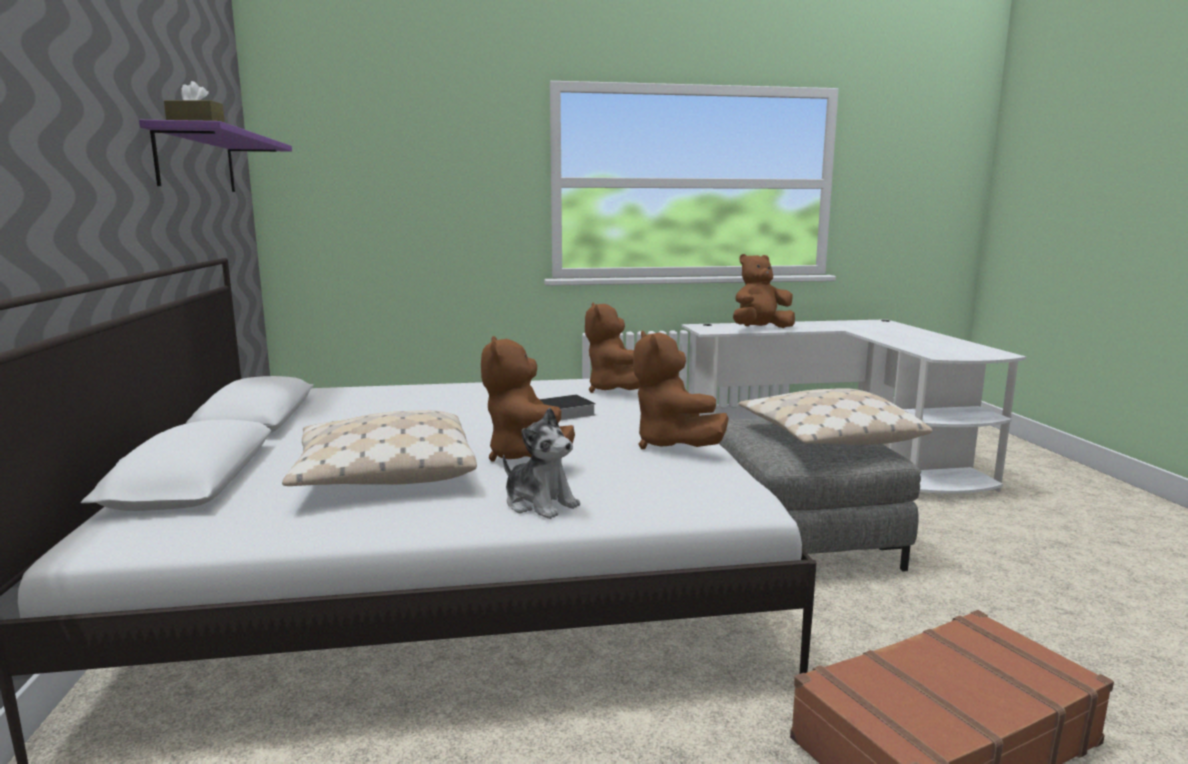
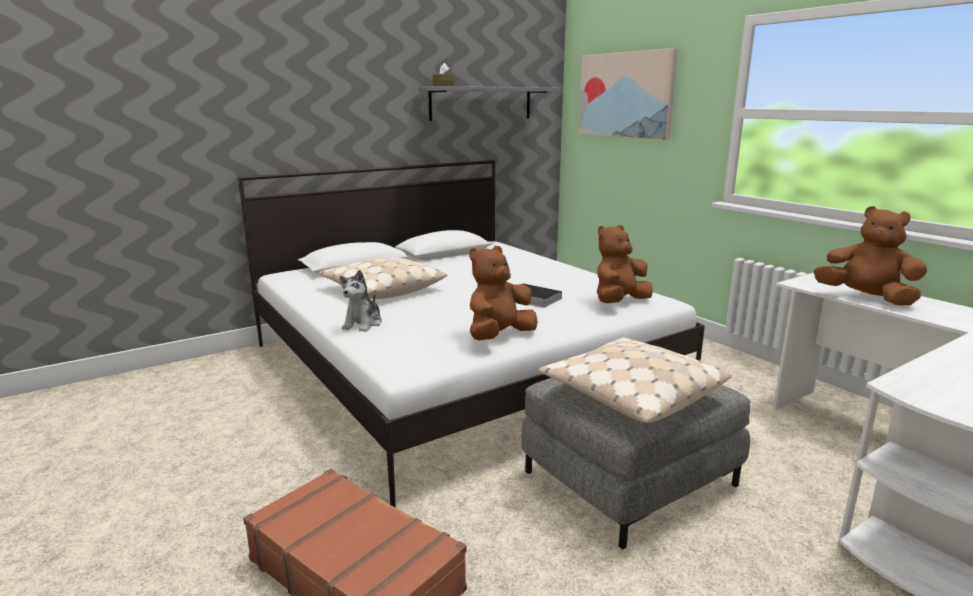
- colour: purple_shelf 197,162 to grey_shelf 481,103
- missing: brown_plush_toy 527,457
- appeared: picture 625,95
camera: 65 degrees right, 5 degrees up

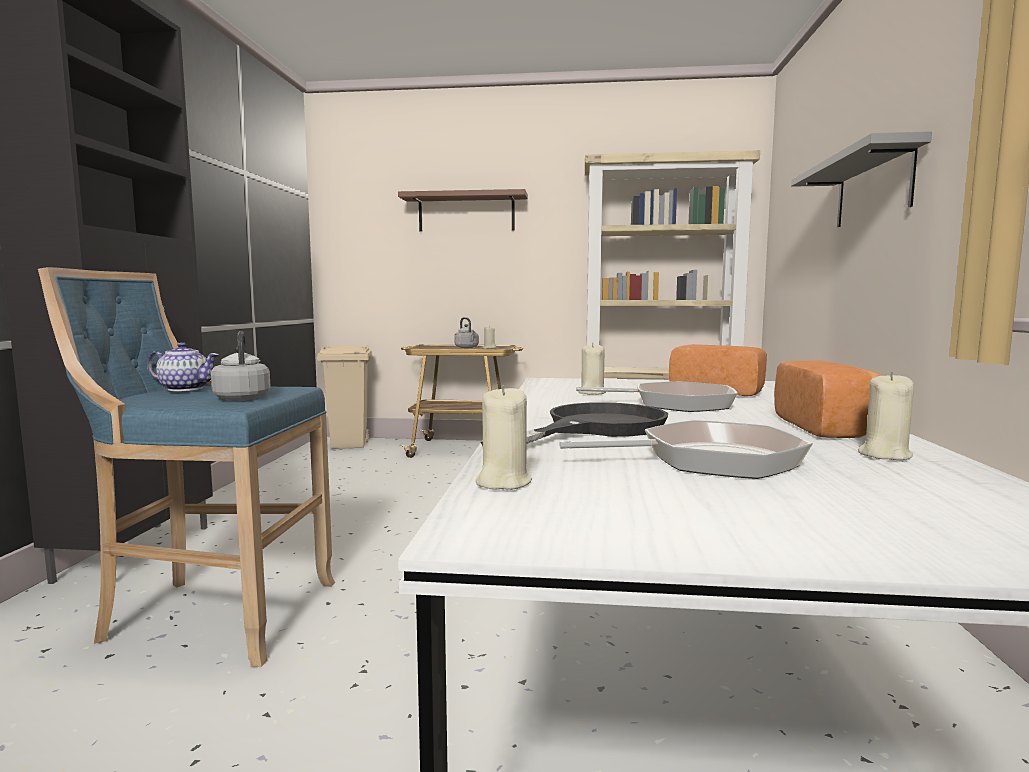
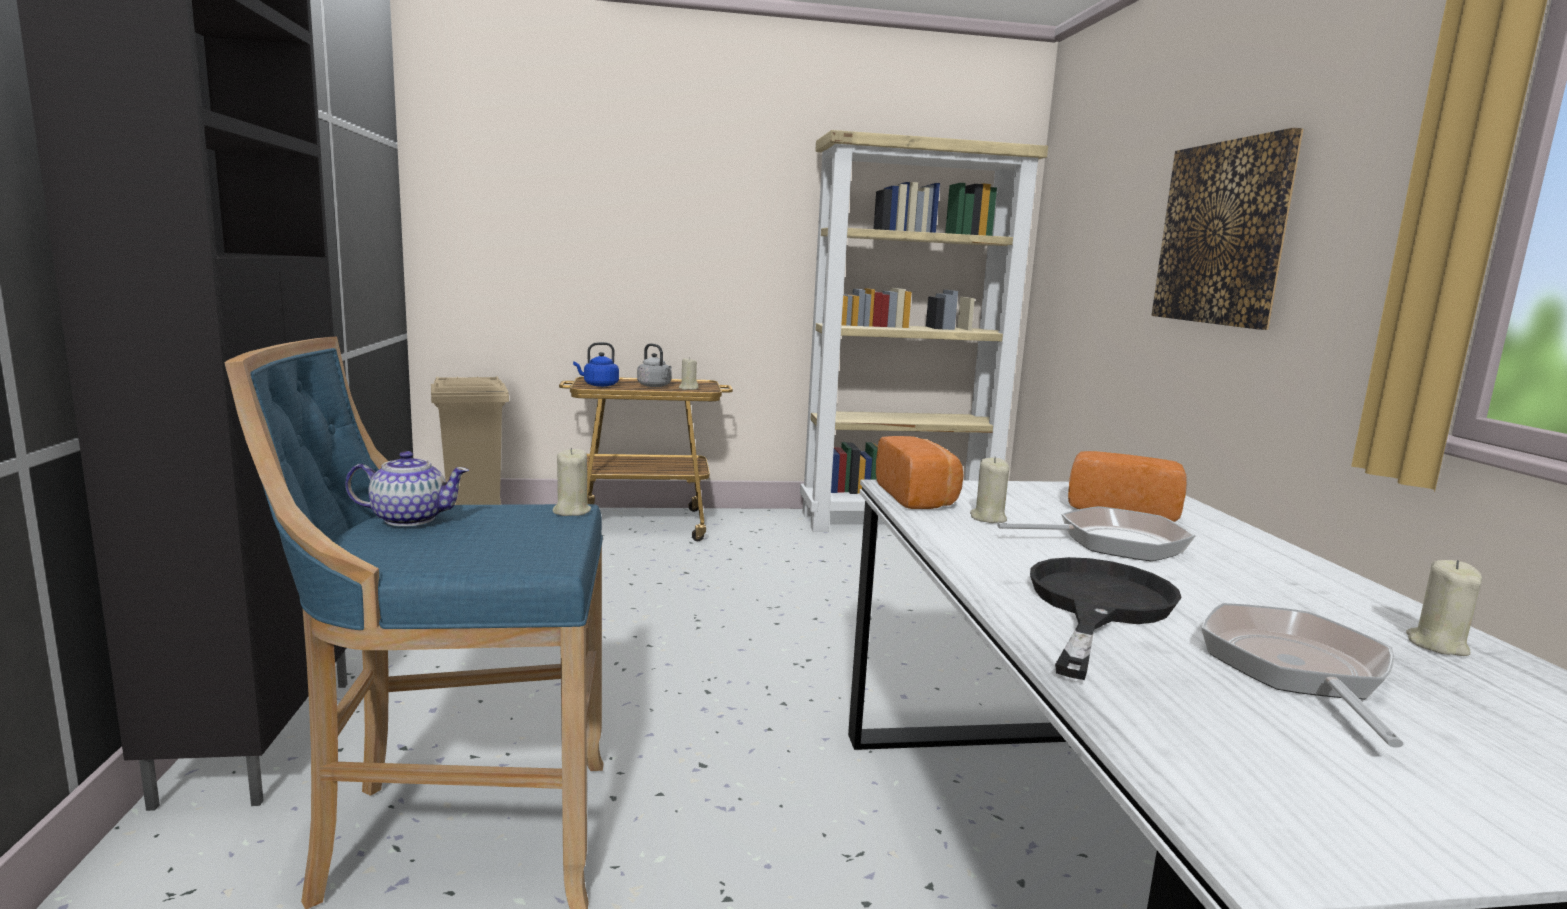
- missing: grey_kettle 242,398
- missing: brown_shelf 466,213
- relocated: beige_candle 503,482 to 571,511
- spun: frying_pan 709,460 = 1296,670 60 degrees counterclockwise
- relocated: bread 830,428 to 918,497
- exchanged: grey_shelf 873,188 to picture 1223,233
- appeared: blue_kettle 599,385
camera: 15 degrees left, 5 degrees up

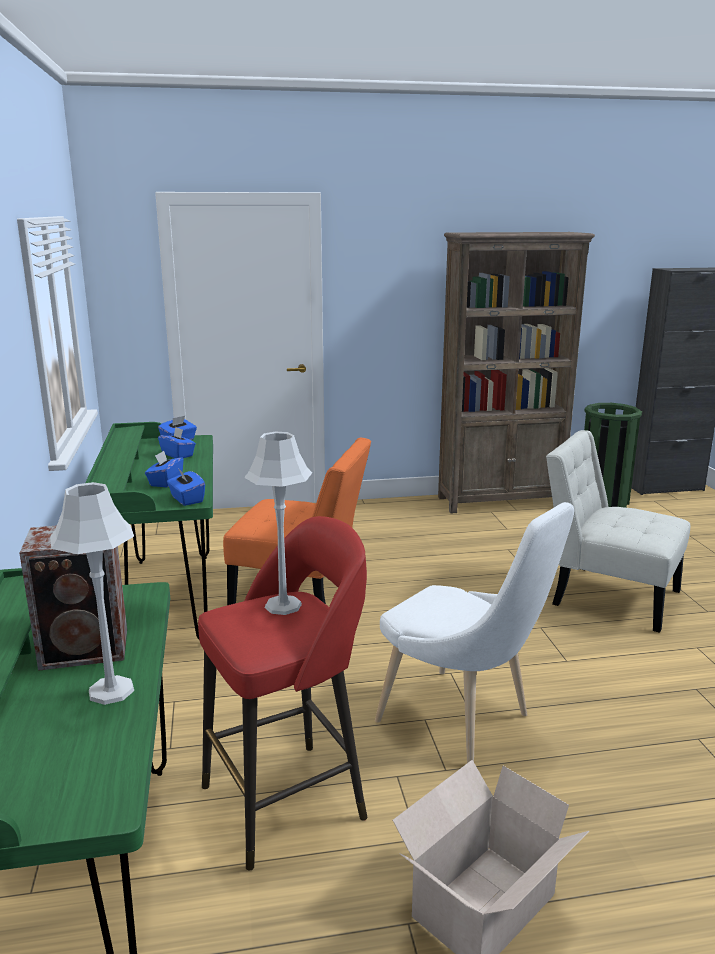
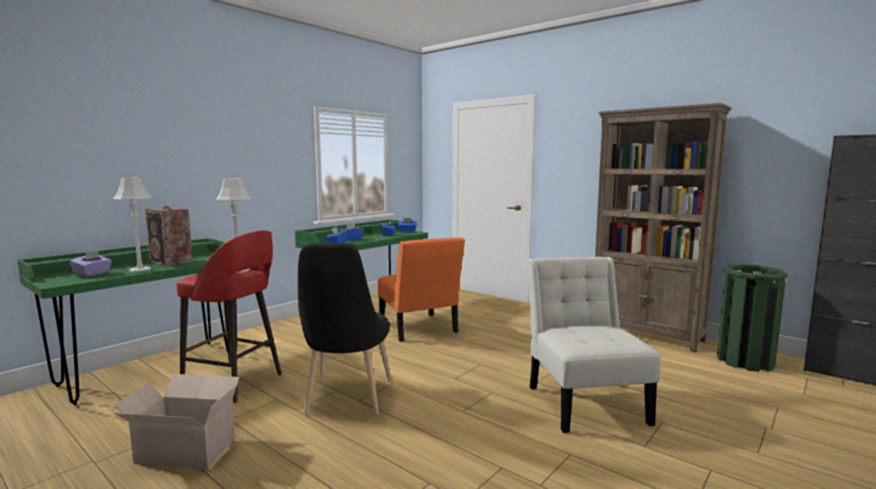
- colour: white_chair 462,722 to black_chair 347,400
- appeared: purple_tissue_box 93,274
camera: 50 degrees right, 10 degrees down

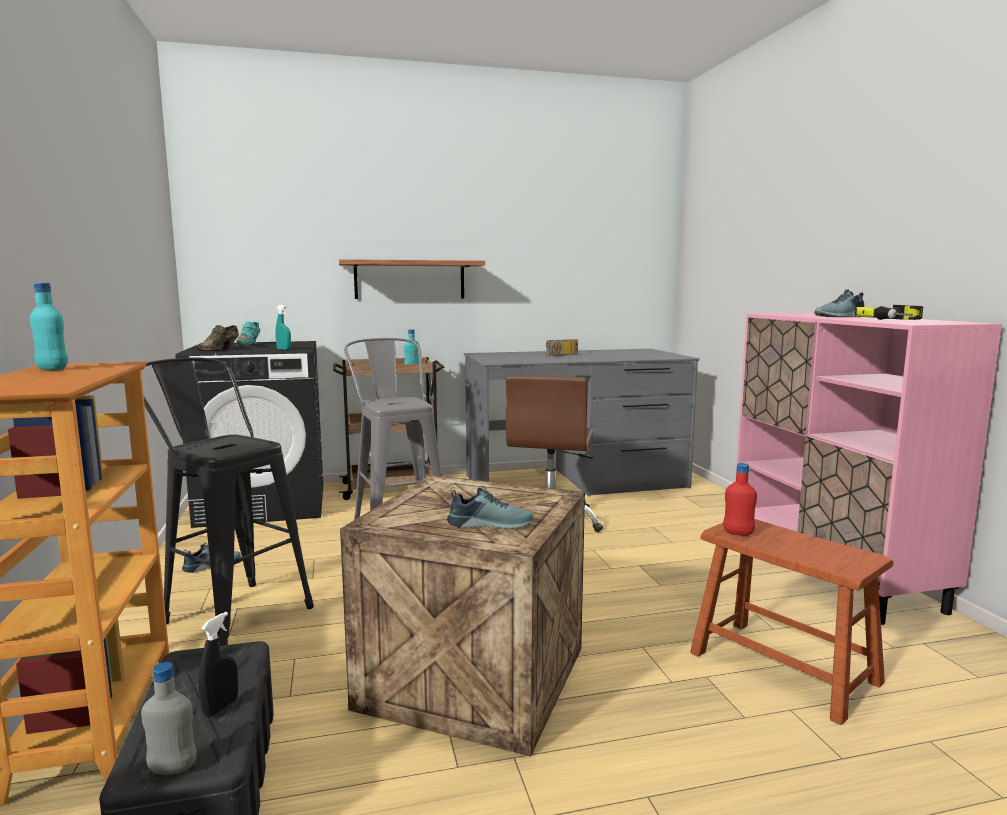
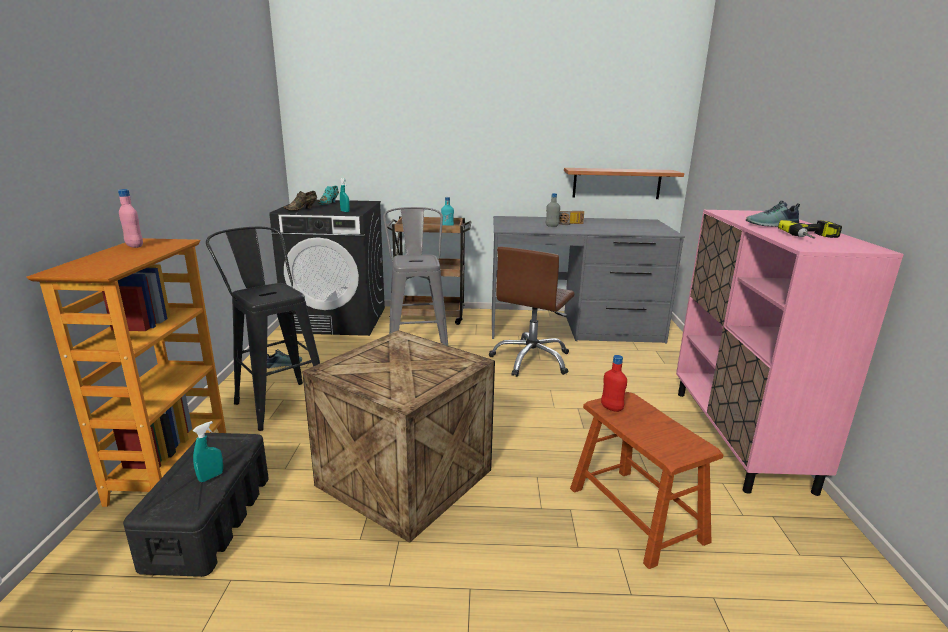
- colour: turquoise_bottle 52,369 to pink_bottle 134,246
- relocated: grey_bottle 172,769 to 552,226
- colour: black_spray_bottle 221,707 to turquoise_spray_bottle 211,477
- relocated: shelf 410,280 to 616,183
- missing: shoe 490,523
camera: 15 degrees right, 10 degrees up

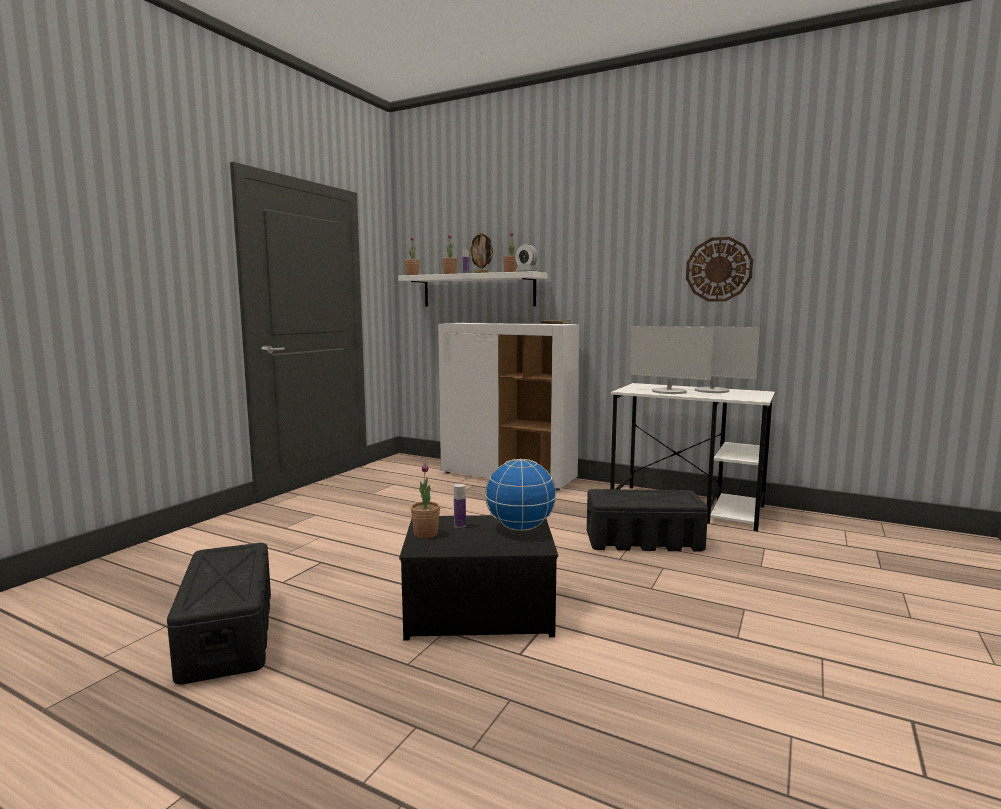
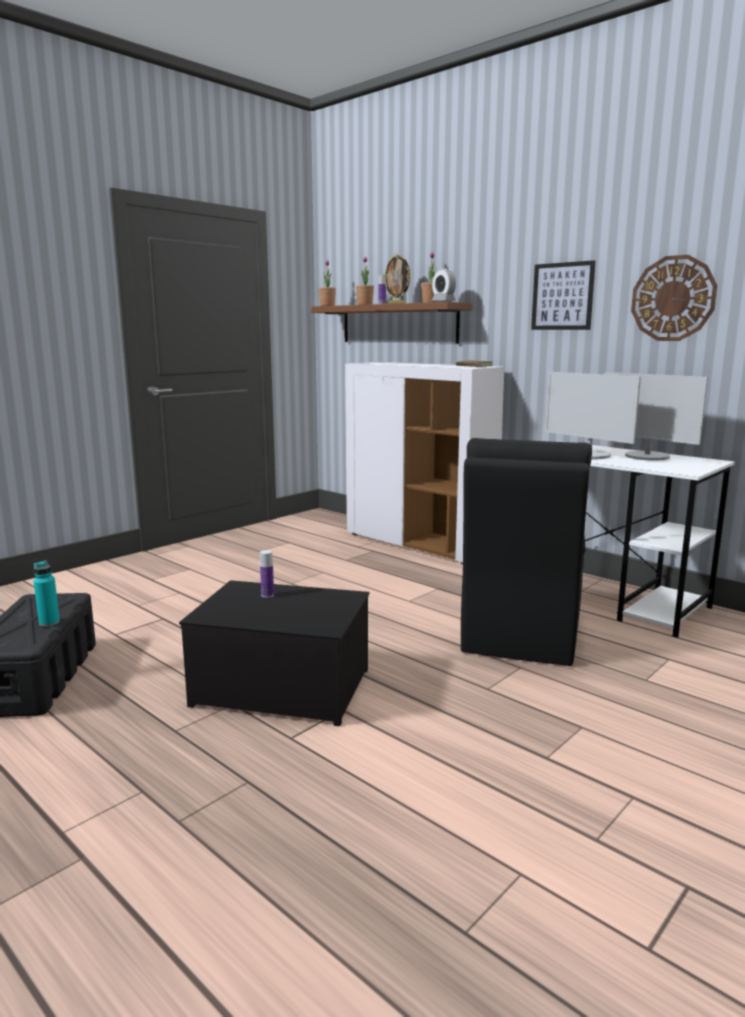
- colour: white_shelf 478,290 to brown_shelf 398,324
- missing: potted_plant 425,534
- missing: globe 520,528
- exchanged: black_storage_box 642,541 to black_chair 520,633
- appeared: turquoise_bottle 49,622
- appeared: picture 562,296
camera: 15 degrees right, 5 degrees up

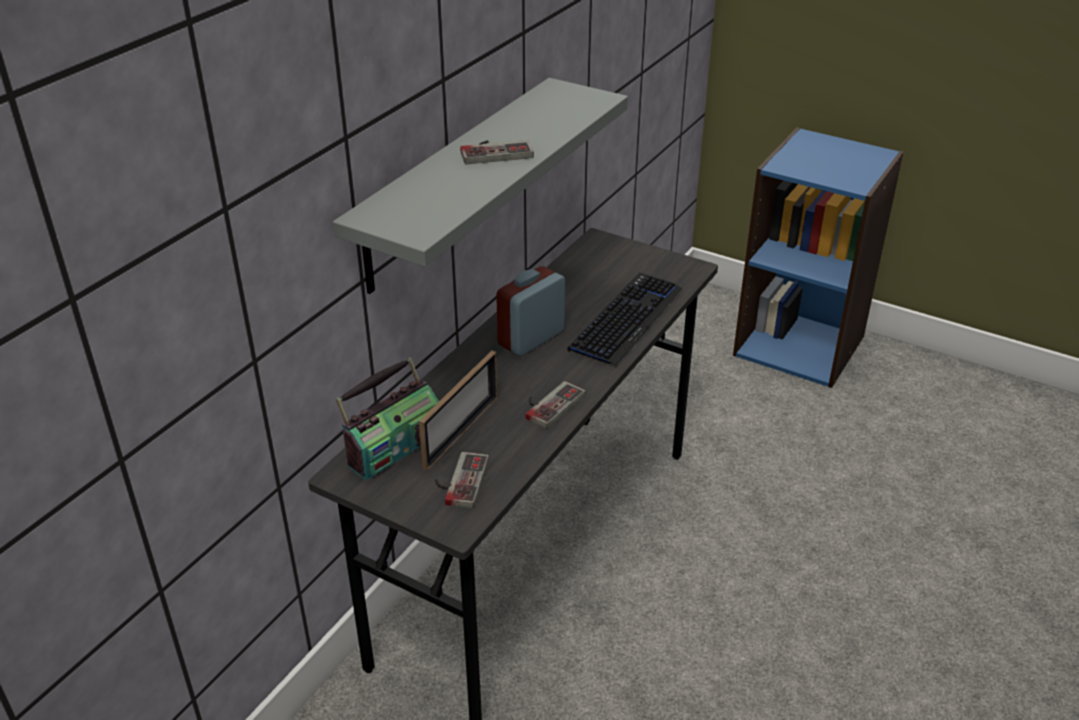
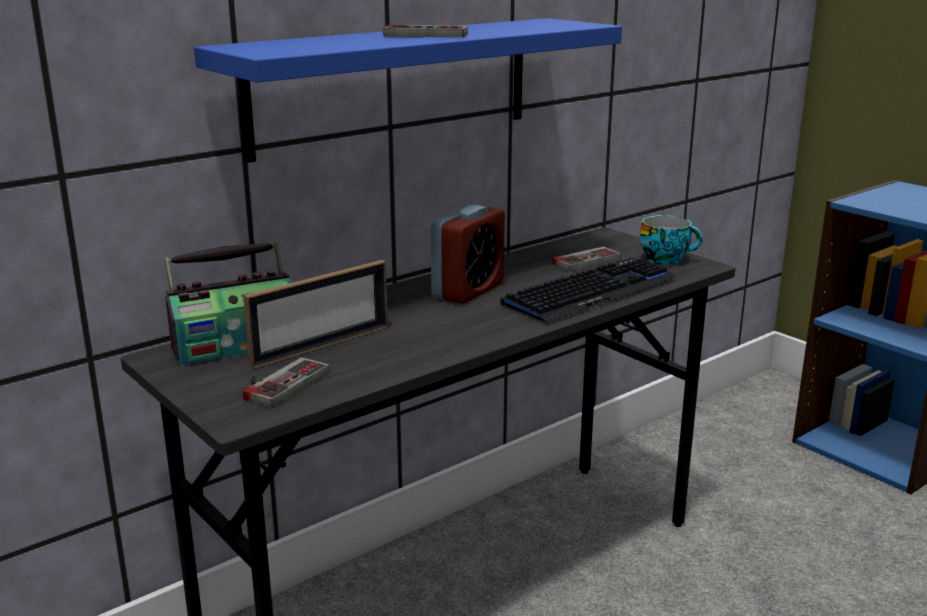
- colour: grey_shelf 455,183 to blue_shelf 394,85
- spun: alarm_clock 531,338 = 468,290 150 degrees clockwise
- relocated: game_controller 549,403 to 581,259
- appeared: cup 666,259
camera: 20 degrees right, 15 degrees down

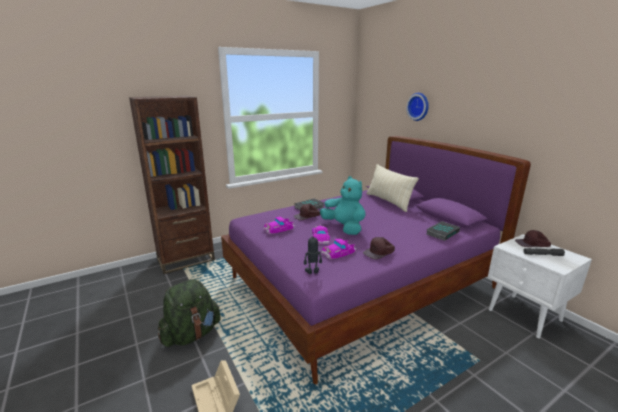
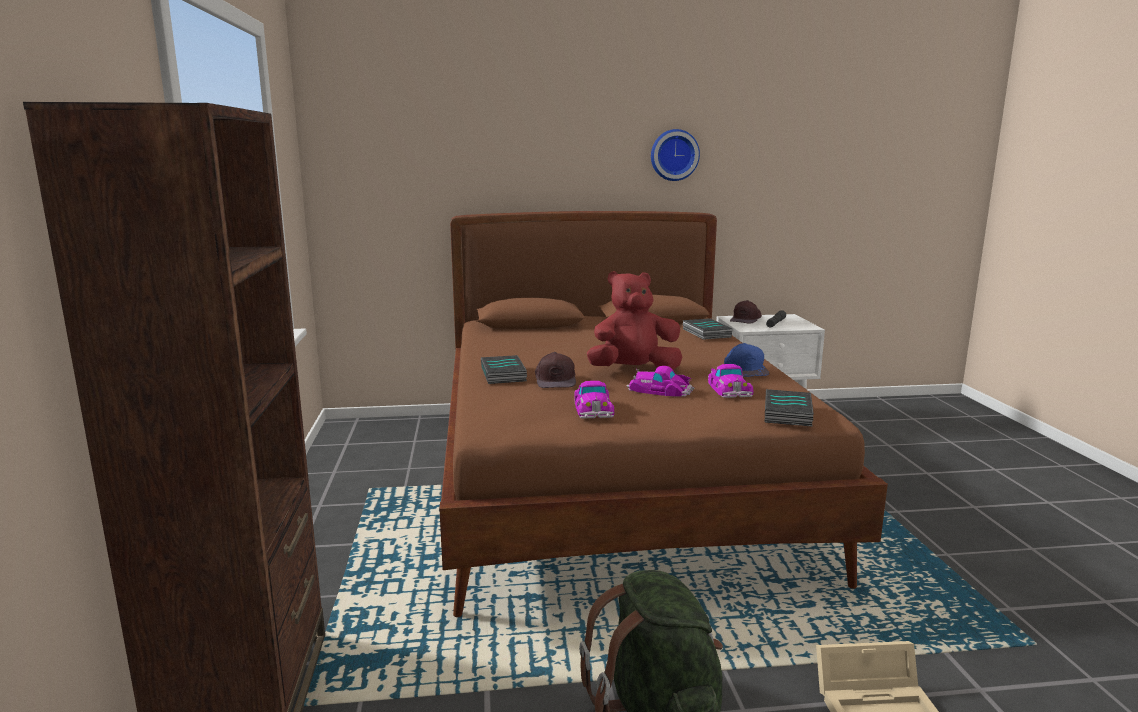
- colour: purple_bed 360,284 to brown_bed 614,484
- exchanged: toy_robot 312,272 to book 789,413
- colour: turquoise_plush_toy 344,228 to red_plush_toy 633,370
- colour: brown_cap 379,252 to blue_cap 745,369
- missing: beige_pillow 388,201
- relocated: wall_clock 419,106 to 674,155
camera: 65 degrees left, 5 degrees down

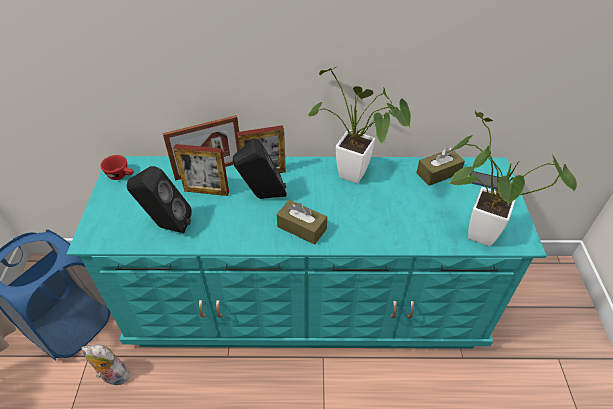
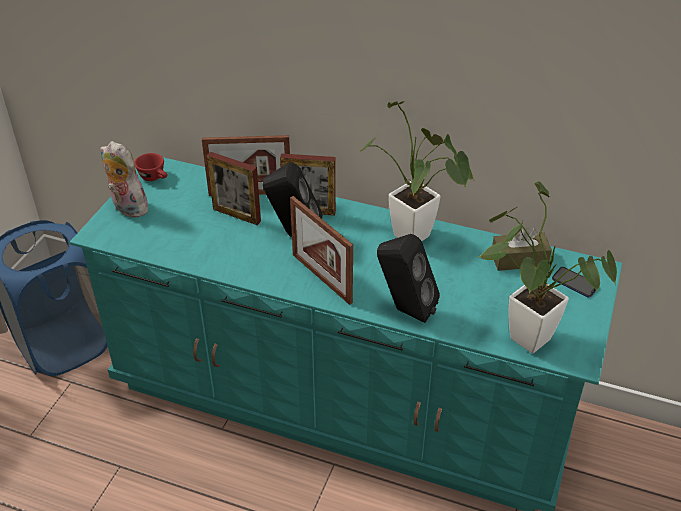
- relocated: plush_toy 112,376 to 127,208
- relocated: black_speaker 167,226 to 404,310
- exchanged: brown_tissue_box 302,228 to picture_frame 321,278
camera: 20 degrees right, 5 degrees down

